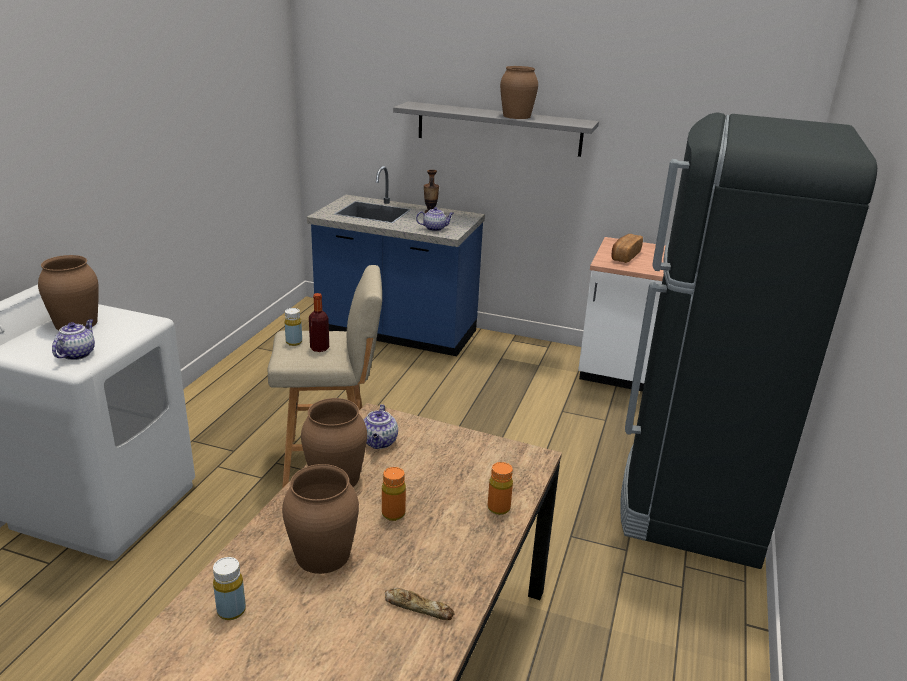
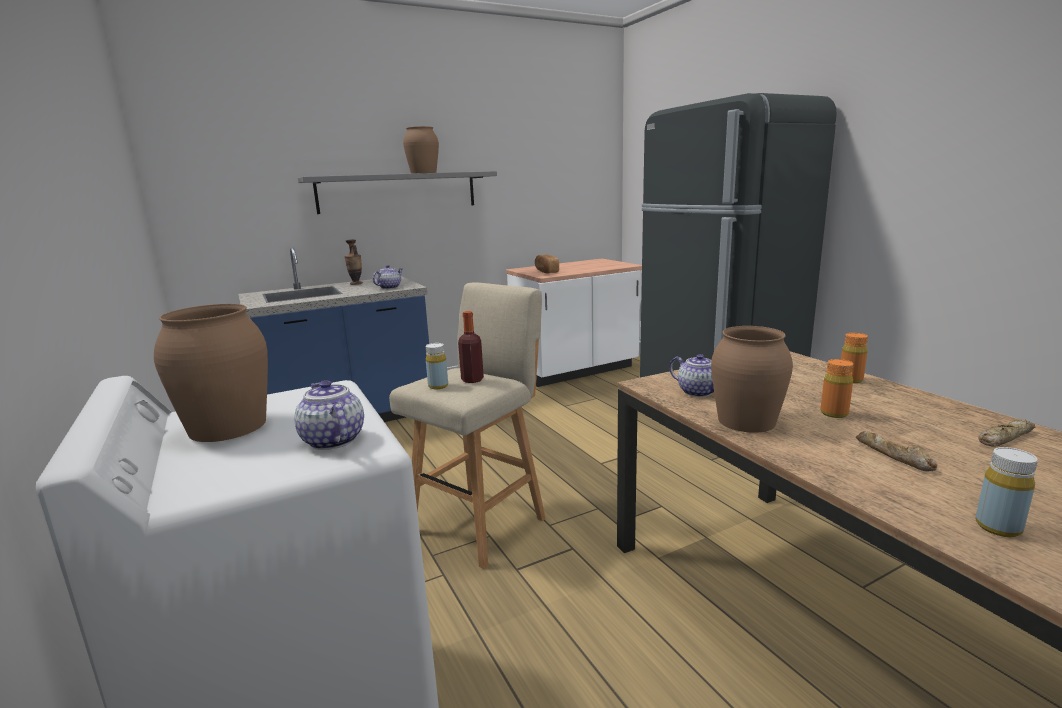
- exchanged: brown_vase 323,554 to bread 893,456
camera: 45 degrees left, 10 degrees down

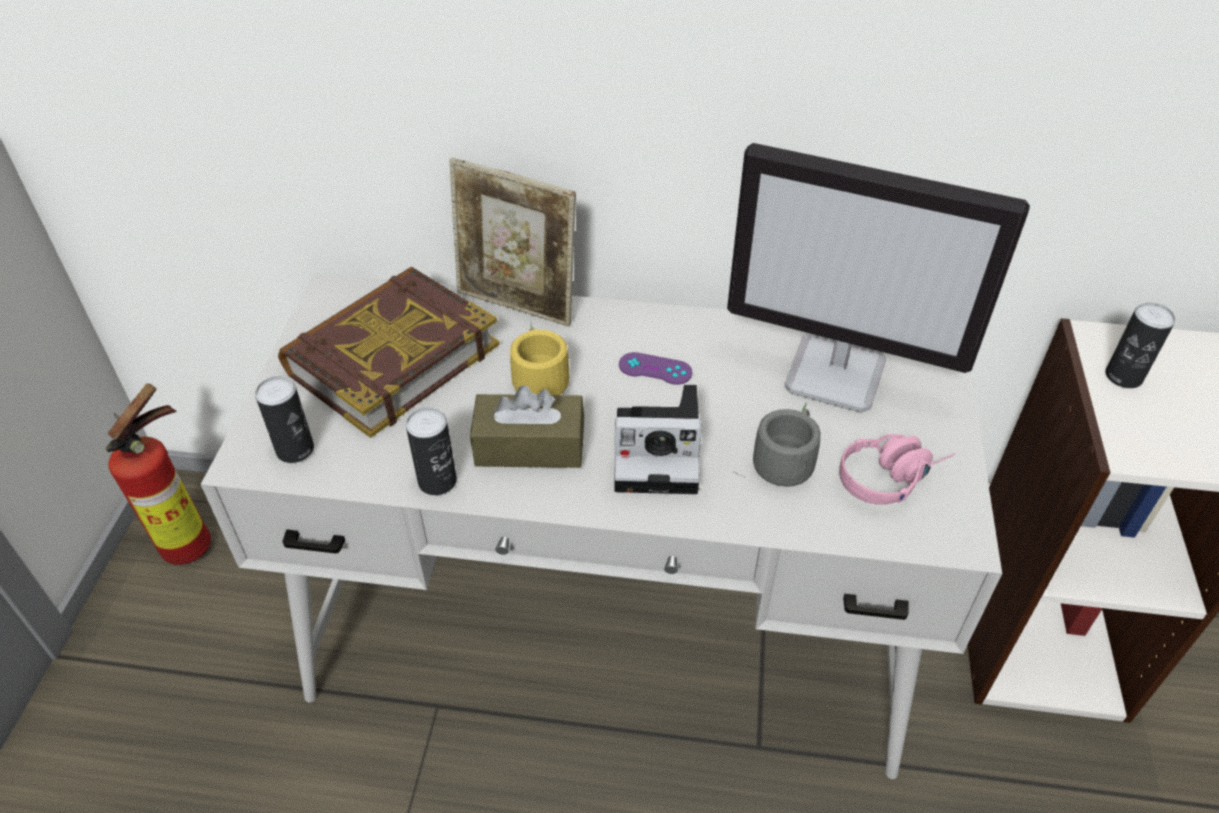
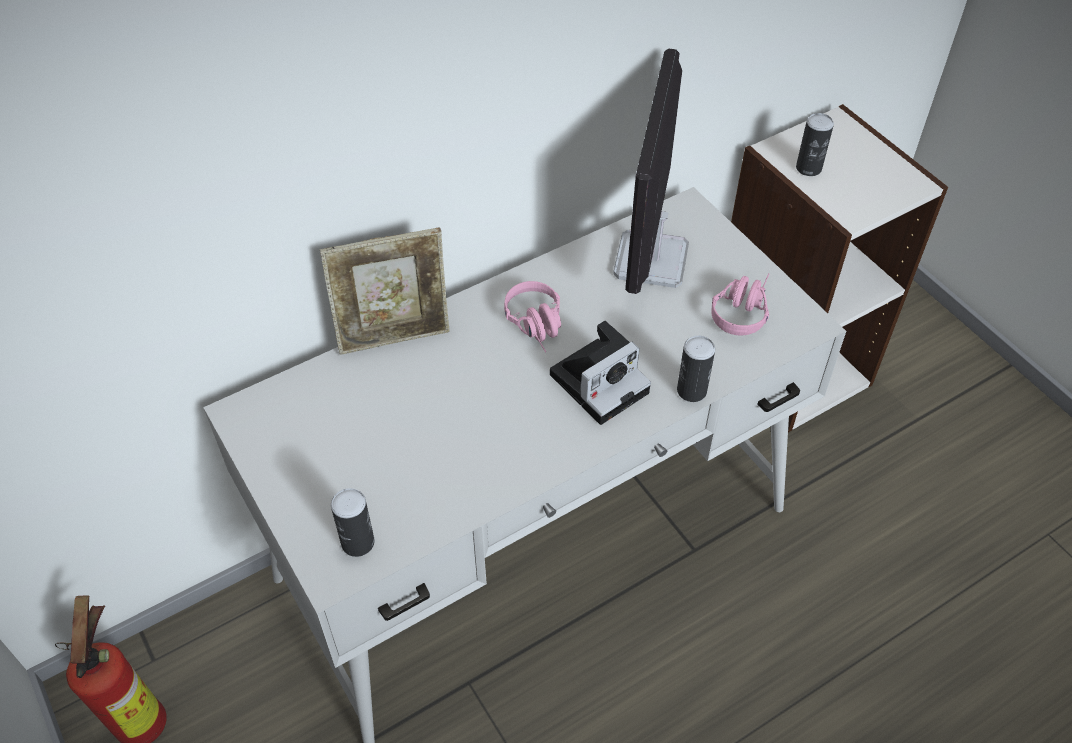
- missing: book 391,358
- relocated: can 437,481 to 691,390
- missing: brown_tissue_box 529,446
- missing: yellow_mug 536,379
- exchanged: purple_game_controller 655,369 to pink_headphones 538,327
- spun: monitor 837,375 = 651,261 120 degrees clockwise
- missing: grey_mug 782,459
camera: 40 degrees left, 5 degrees up

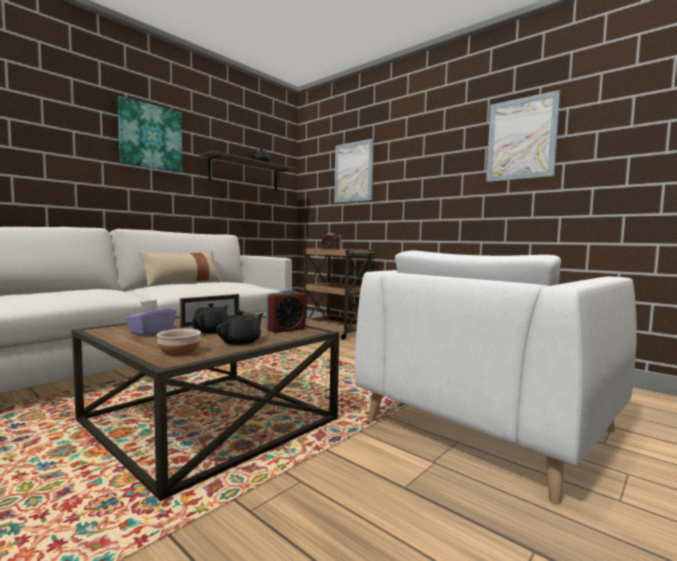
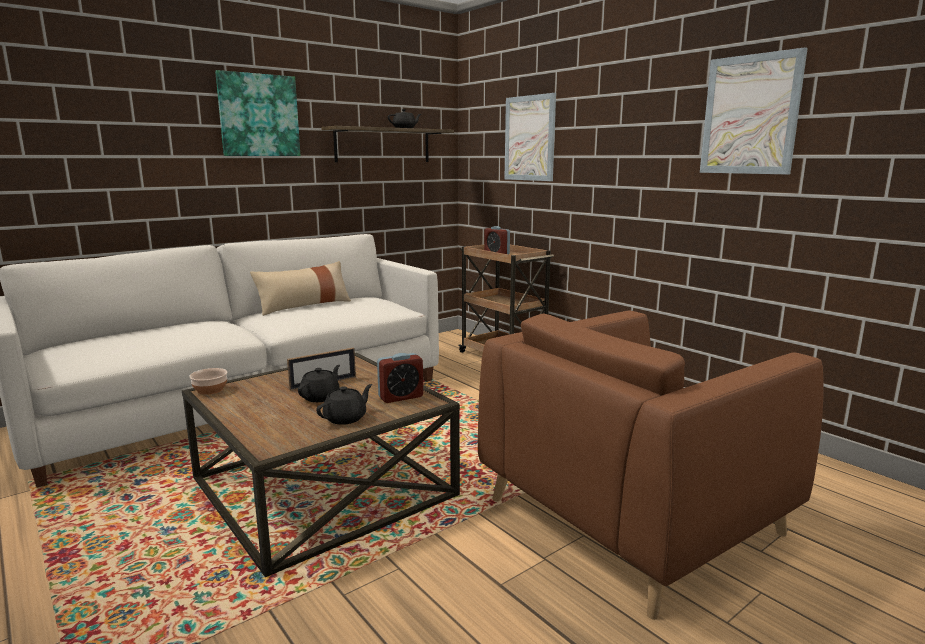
- missing: purple_tissue_box 151,332
- relocated: bowl 180,352 to 211,390
- colour: white_armchair 488,426 to brown_armchair 631,516
camera: 10 degrees right, 10 degrees up

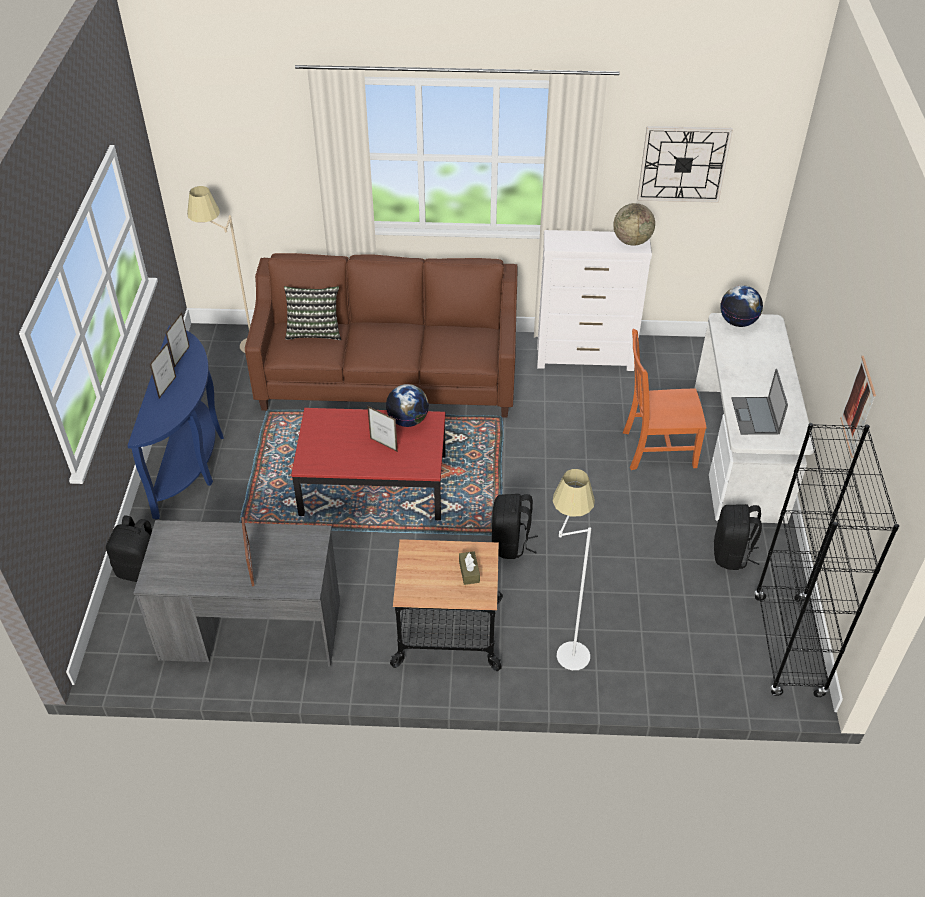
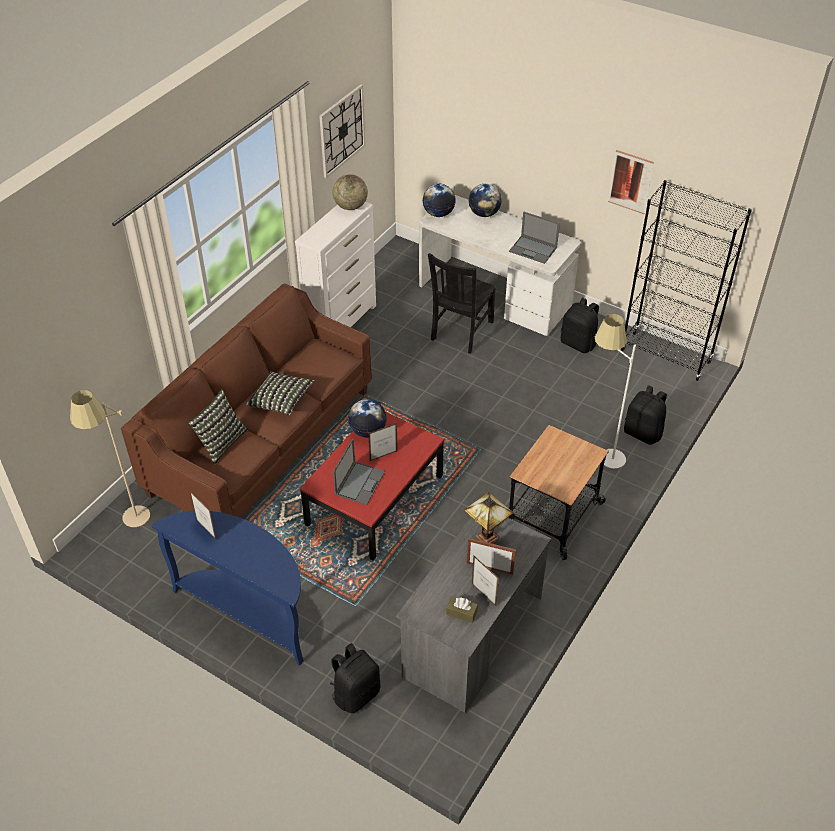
- relocated: picture_frame 167,387 to 483,595
- relocated: brown_tissue_box 469,572 to 461,612
- relocated: black_backpack 511,544 to 643,433
- colour: orange_chair 656,449 to black_chair 461,332
- appeared: pillow 281,400
- appeared: laptop 360,482
- appeared: table_lamp 485,536
- appeared: globe 484,214
camera: 60 degrees left, 0 degrees up

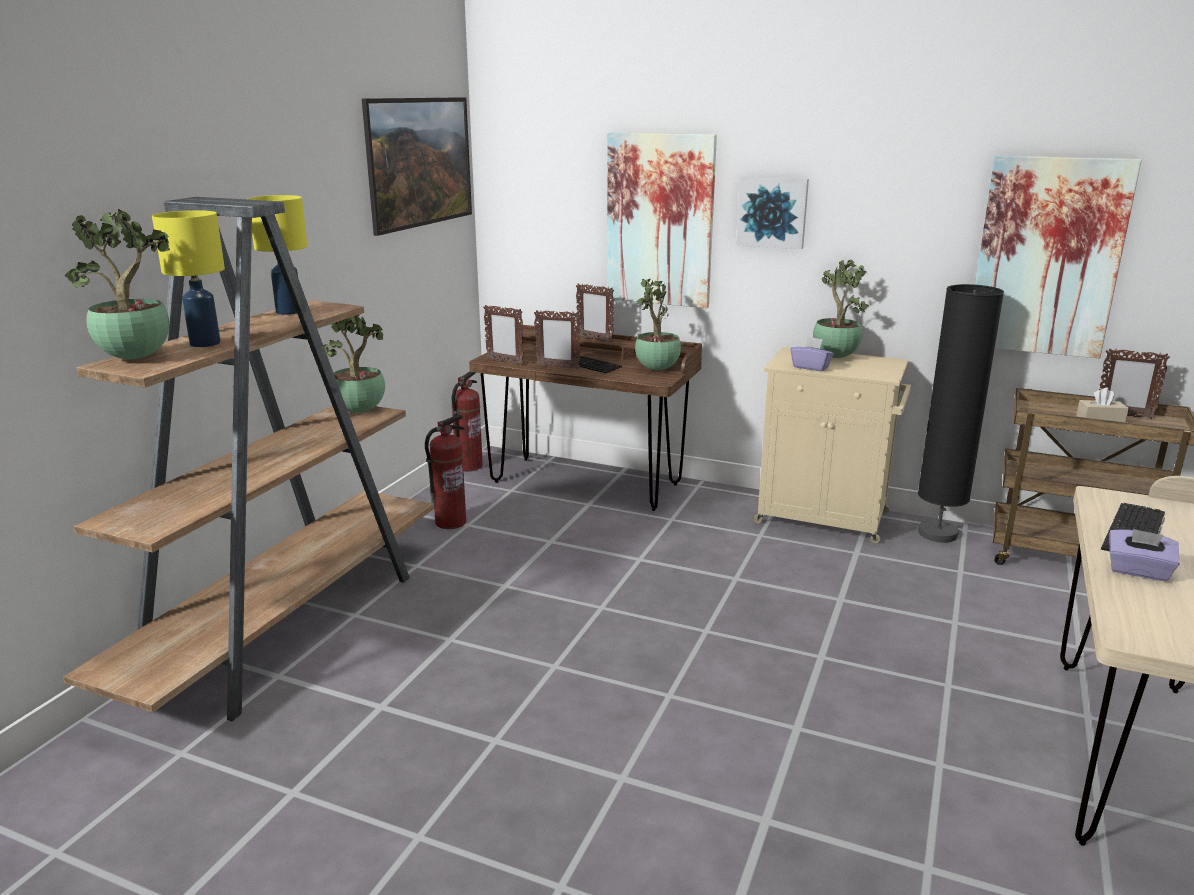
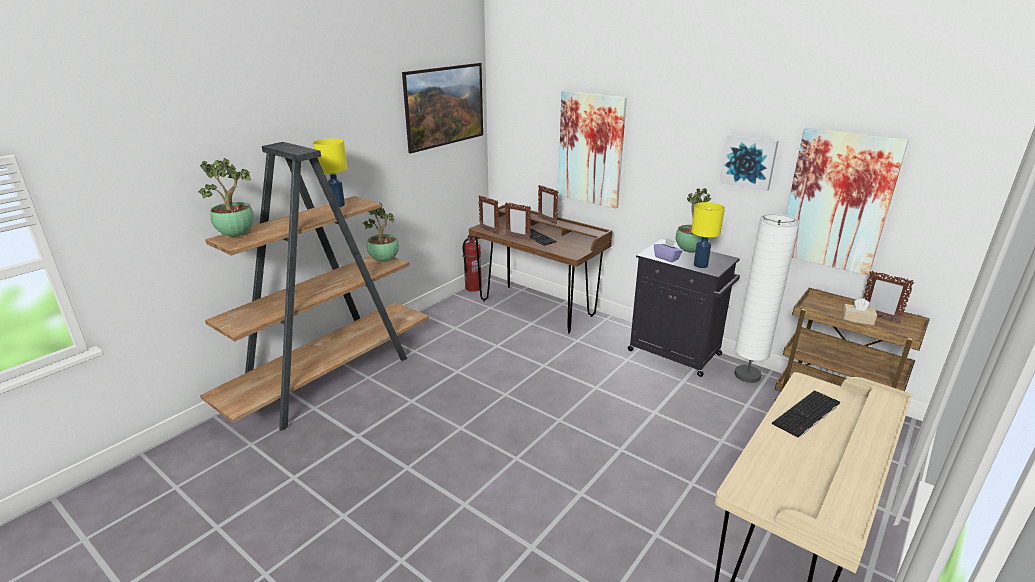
- relocated: yellow_table_lamp 204,343 to 700,265
- missing: fire_extinguisher 450,522
- missing: potted_plant 656,369
- relocated: picture 772,212 to 749,161
- colour: beige_cabinet 825,518 to black_cabinet 676,353
- colour: black_floor_lamp 937,534 to white_floor_lamp 747,375
- missing: purple_tissue_box 1138,571
camera: 15 degrees right, 5 degrees up

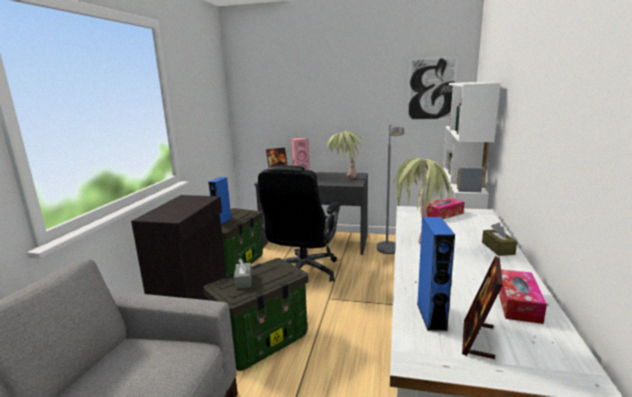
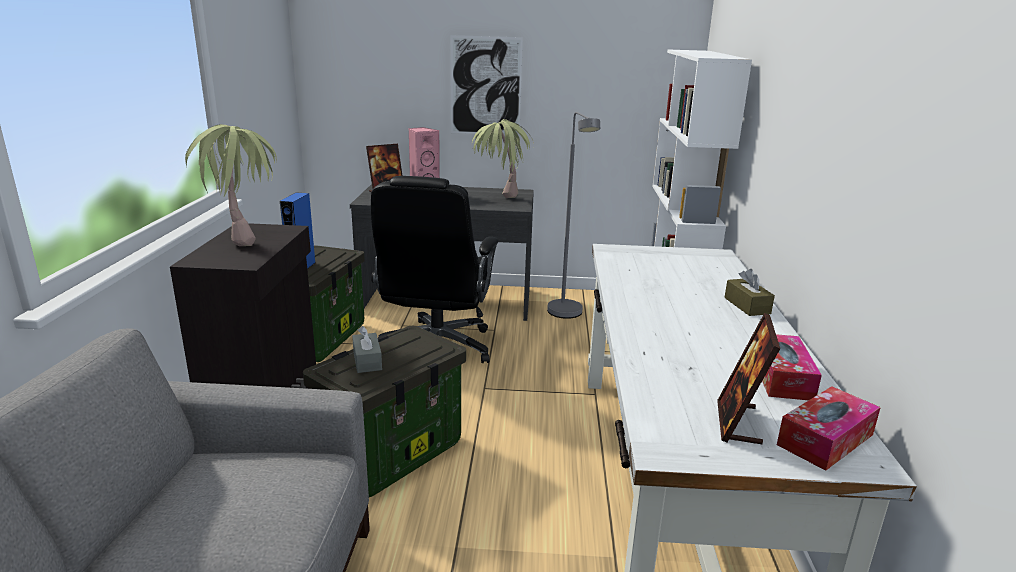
- relocated: potted_plant 418,238 to 243,237
- relocated: picture 431,89 to 485,86
- missing: blue_speaker 431,316
- relocated: tissue_box 443,214 to 825,439
camera: 10 degrees left, 5 degrees up

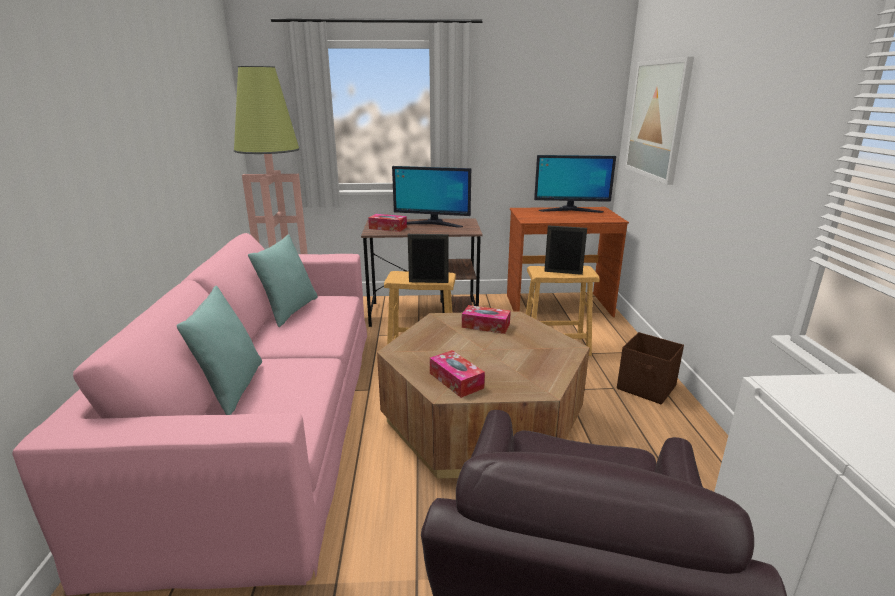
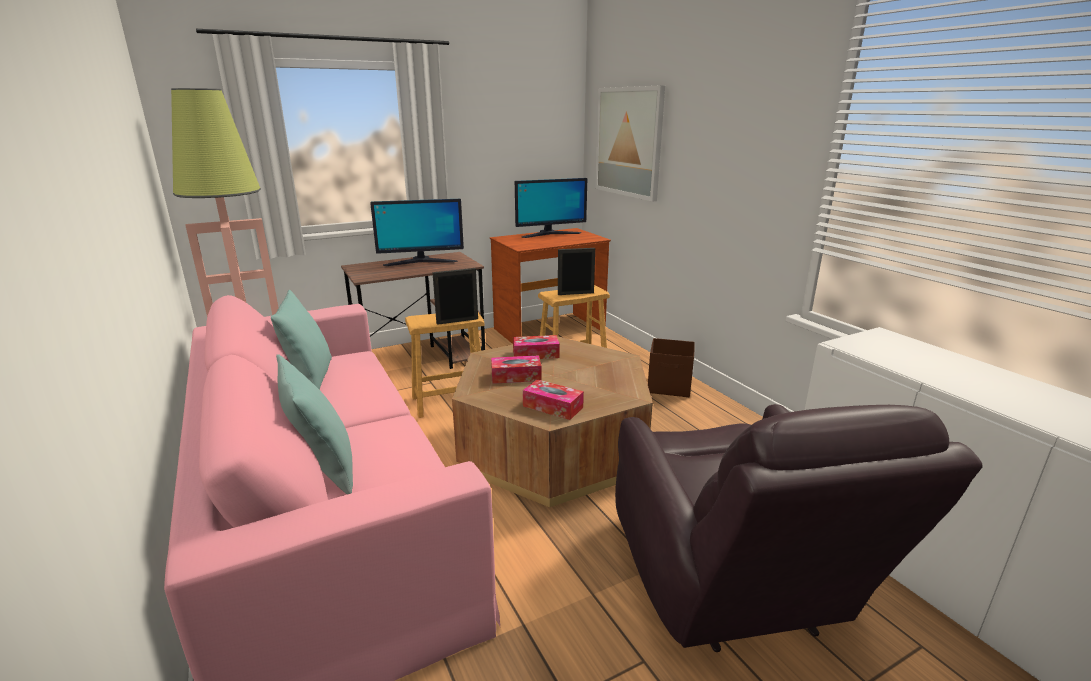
- relocated: tissue_box 388,228 to 516,376
camera: 25 degrees left, 0 degrees up

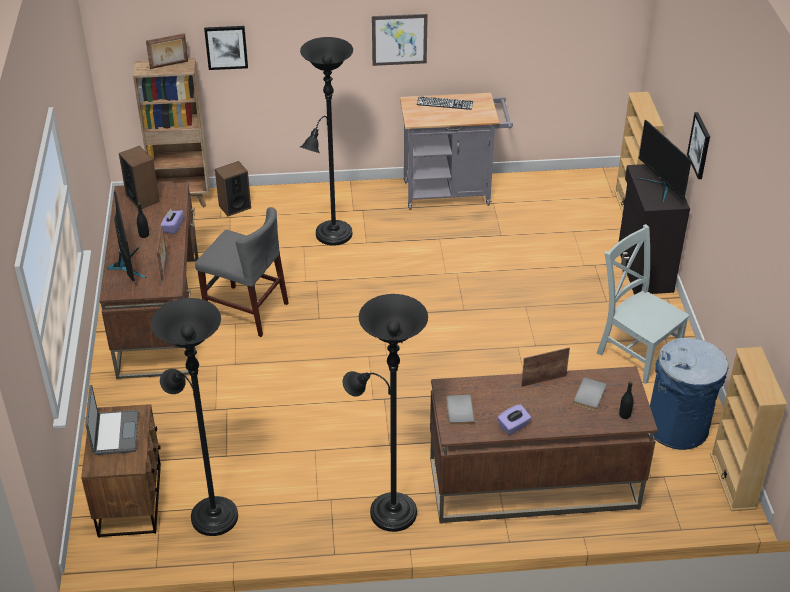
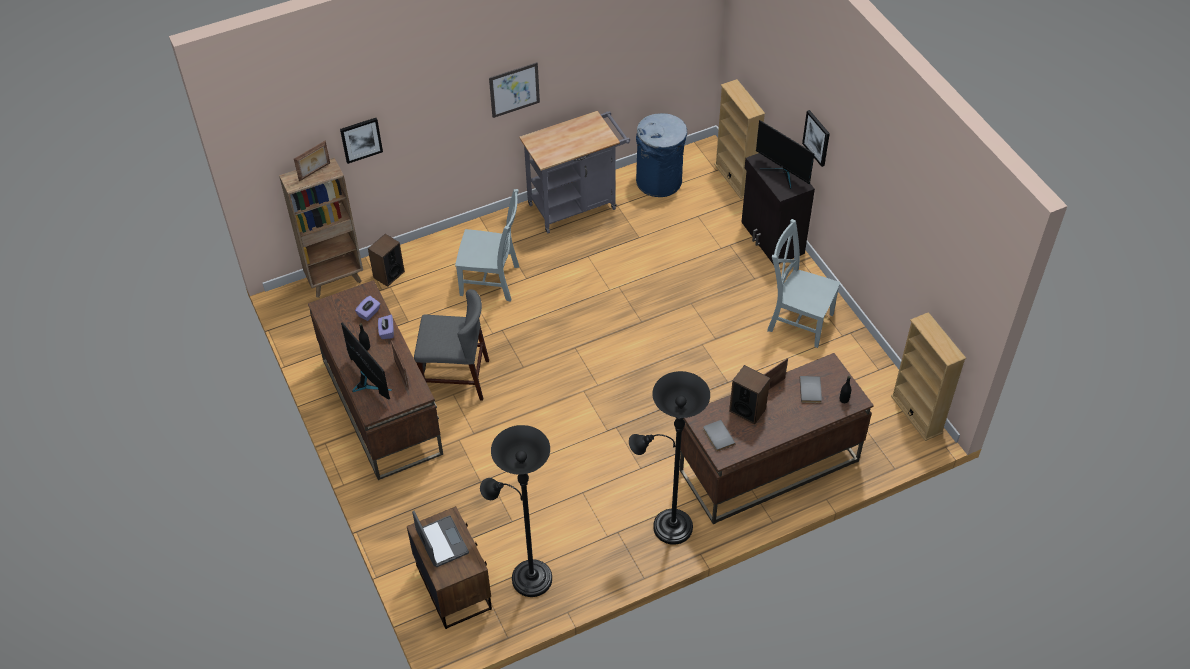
- relocated: speaker 142,198 to 747,410
- exchanged: black_floor_lamp 331,237 to grey_chair 492,281
- missing: keyboard 445,103
- relocated: purple_tissue_box 513,426 to 369,313
- relocated: blue_trash_can 678,428 to 659,181
camera: 20 degrees left, 10 degrees up

